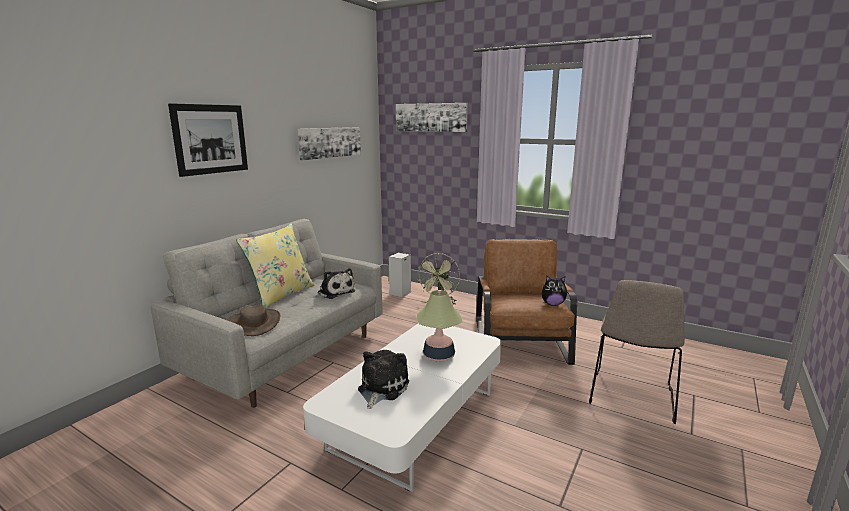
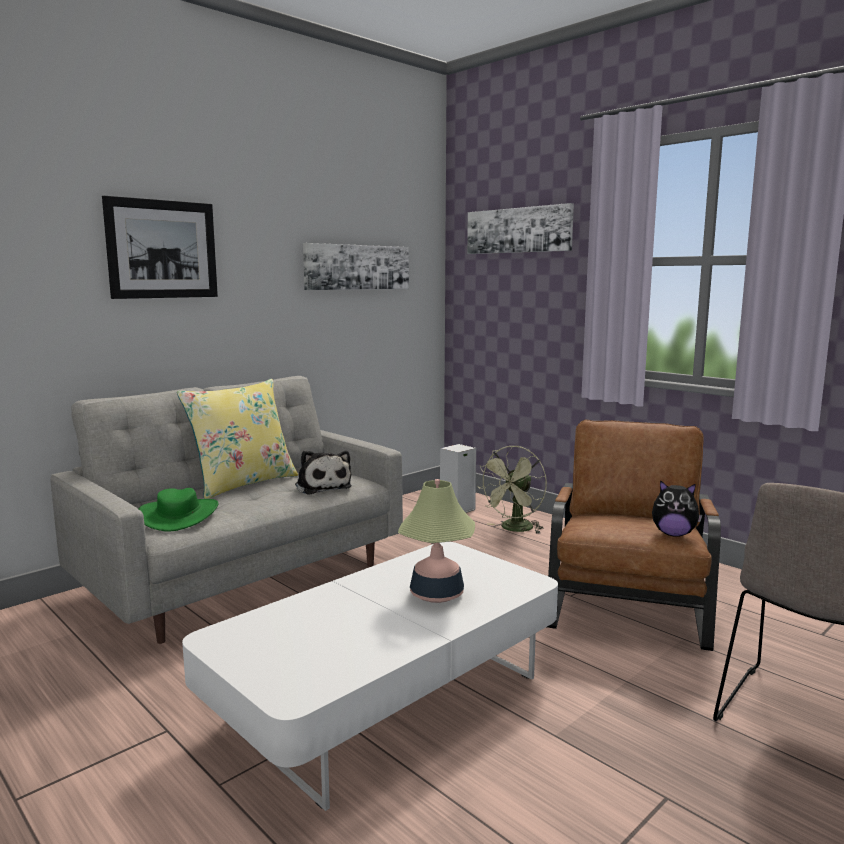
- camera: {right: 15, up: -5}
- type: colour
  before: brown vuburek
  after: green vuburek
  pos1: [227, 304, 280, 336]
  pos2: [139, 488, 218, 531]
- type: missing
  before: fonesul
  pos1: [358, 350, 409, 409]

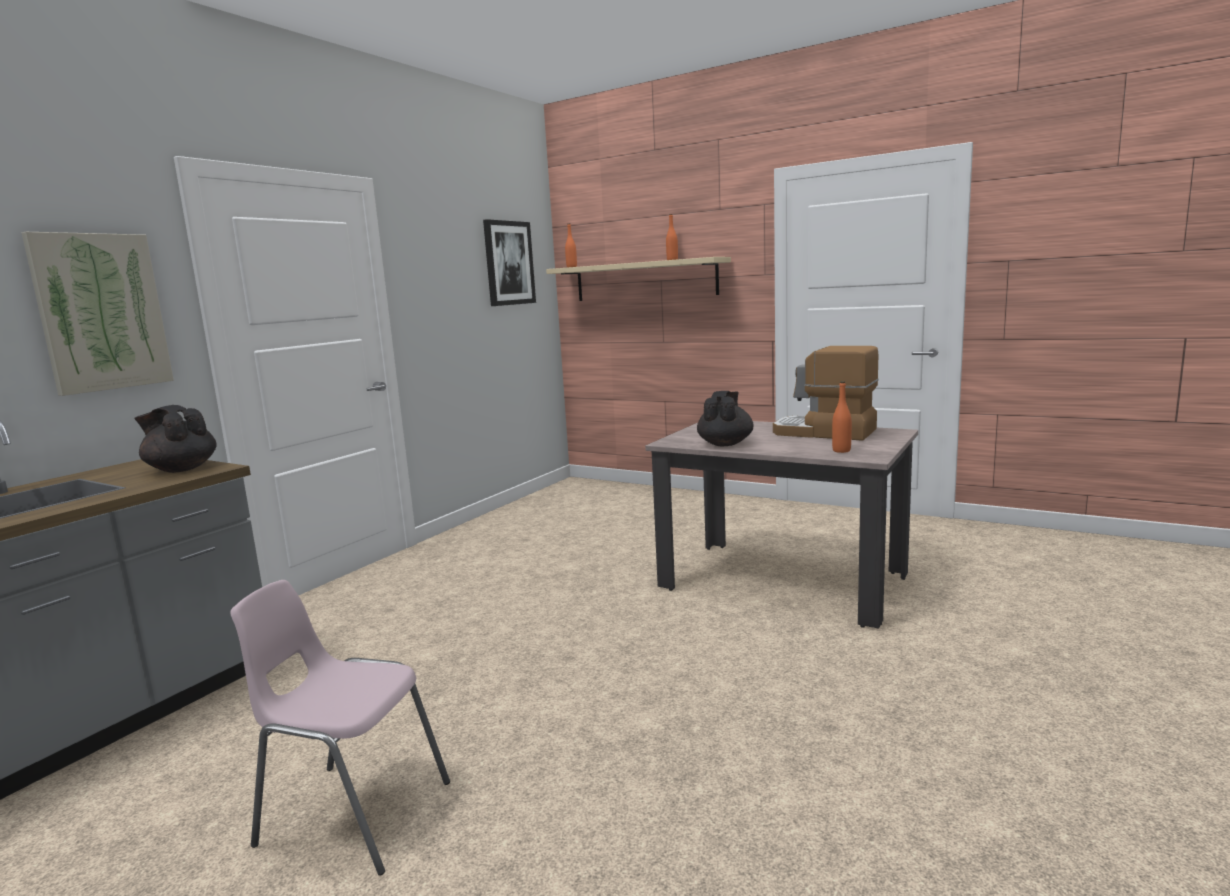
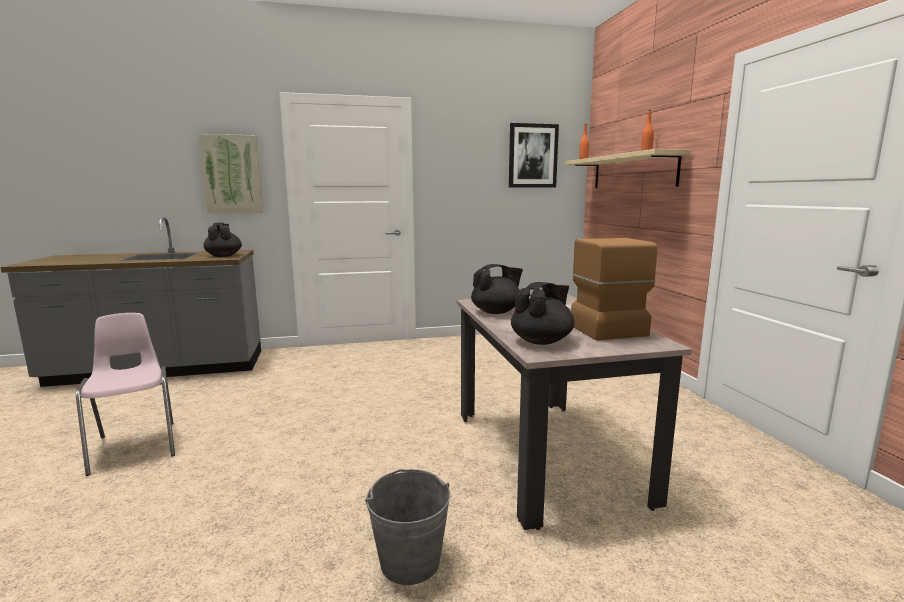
- camera: {right: 45, up: 0}
- type: exchanged
  before: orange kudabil
  after: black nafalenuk
  pos1: [832, 381, 852, 453]
  pos2: [511, 282, 575, 345]
- type: appeared
  after: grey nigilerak
  pos2: [365, 469, 450, 585]

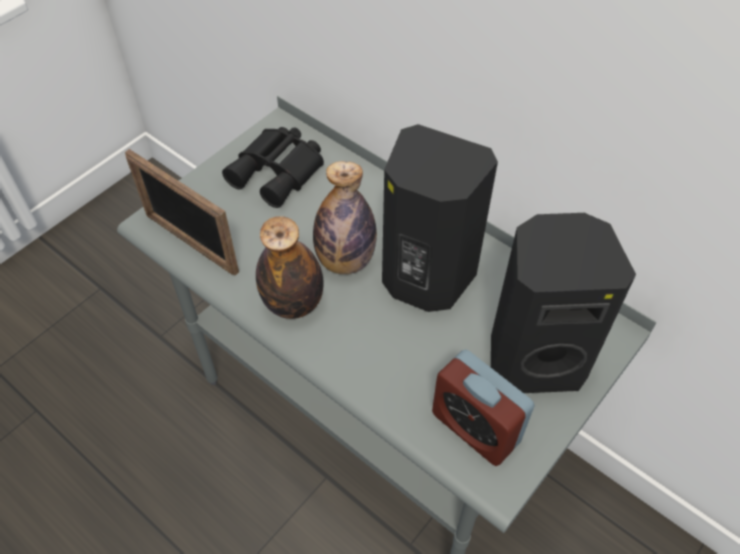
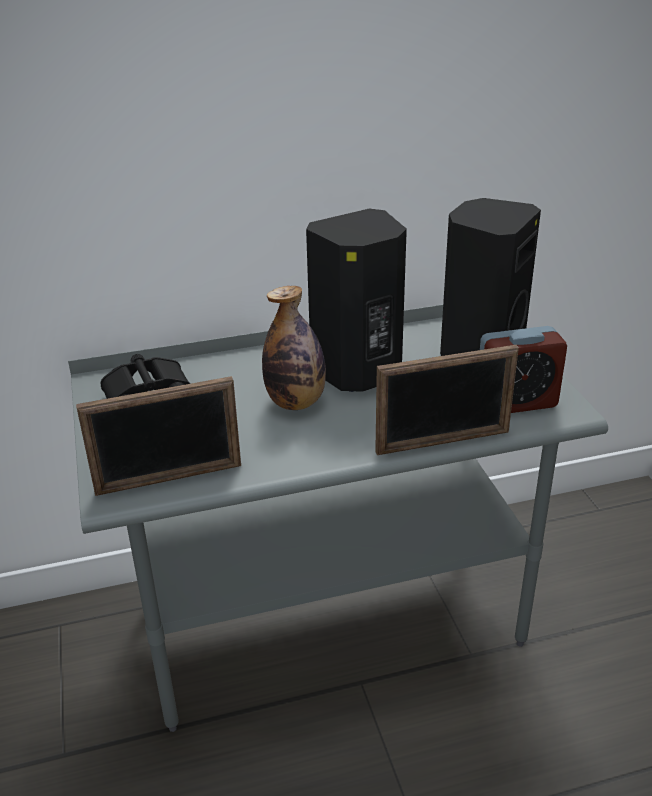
- camera: {right: -55, up: -20}
- type: missing
  before: kudabil
  pos1: [256, 216, 324, 319]
- type: appeared
  after: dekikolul
  pos2: [375, 345, 519, 455]

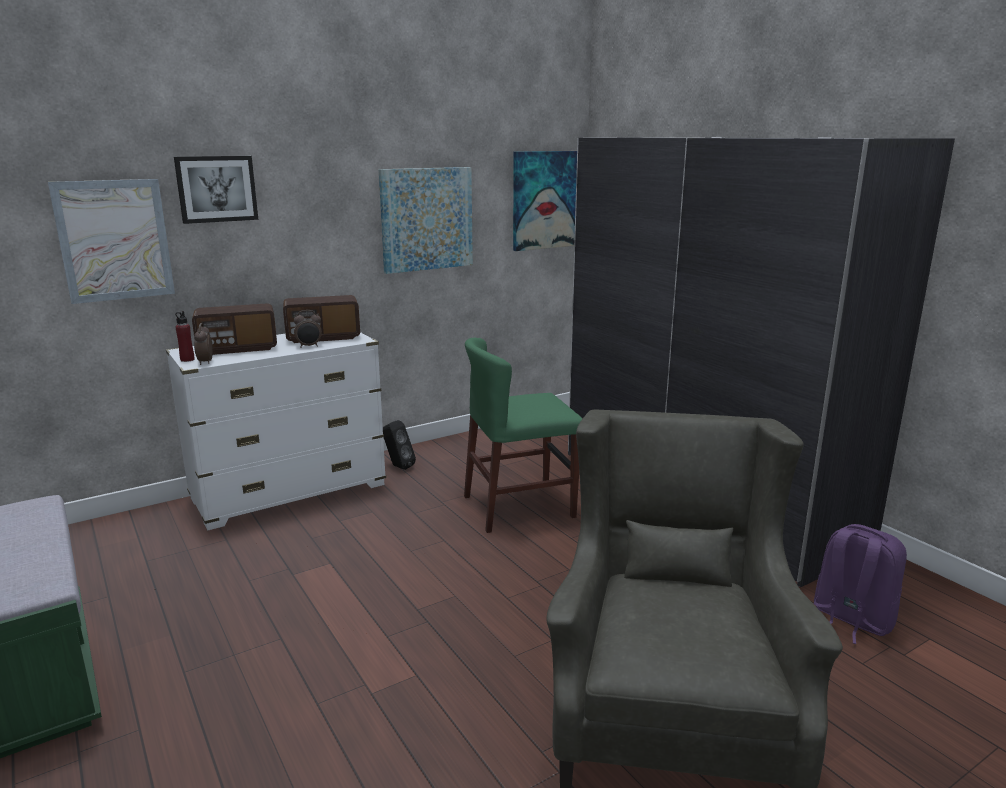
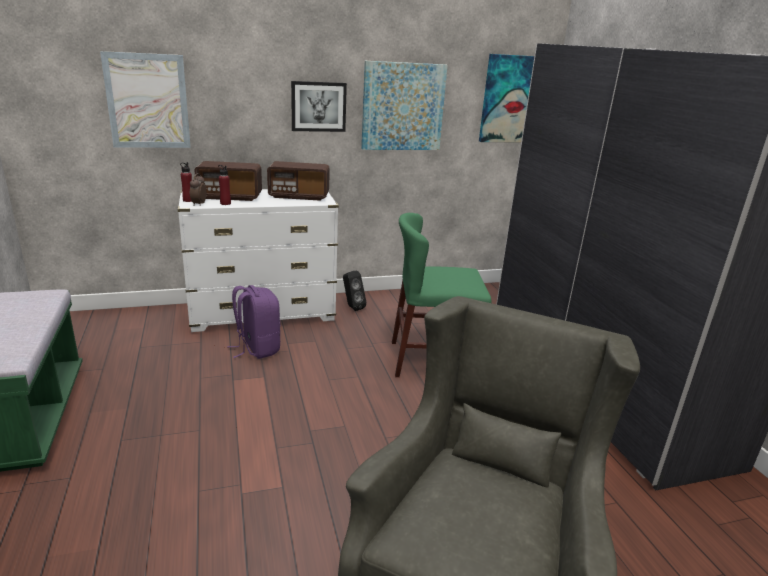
- camera: {right: 15, up: 5}
- type: relocated
  before: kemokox
  pos1: [174, 156, 258, 224]
  pos2: [291, 81, 347, 132]
- type: missing
  before: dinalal
  pos1: [294, 310, 322, 348]
- type: relocated
  before: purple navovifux
  pos1: [813, 524, 907, 644]
  pos2: [227, 285, 281, 359]
- type: appeared
  after: red kudabil
  pos2: [218, 165, 231, 205]

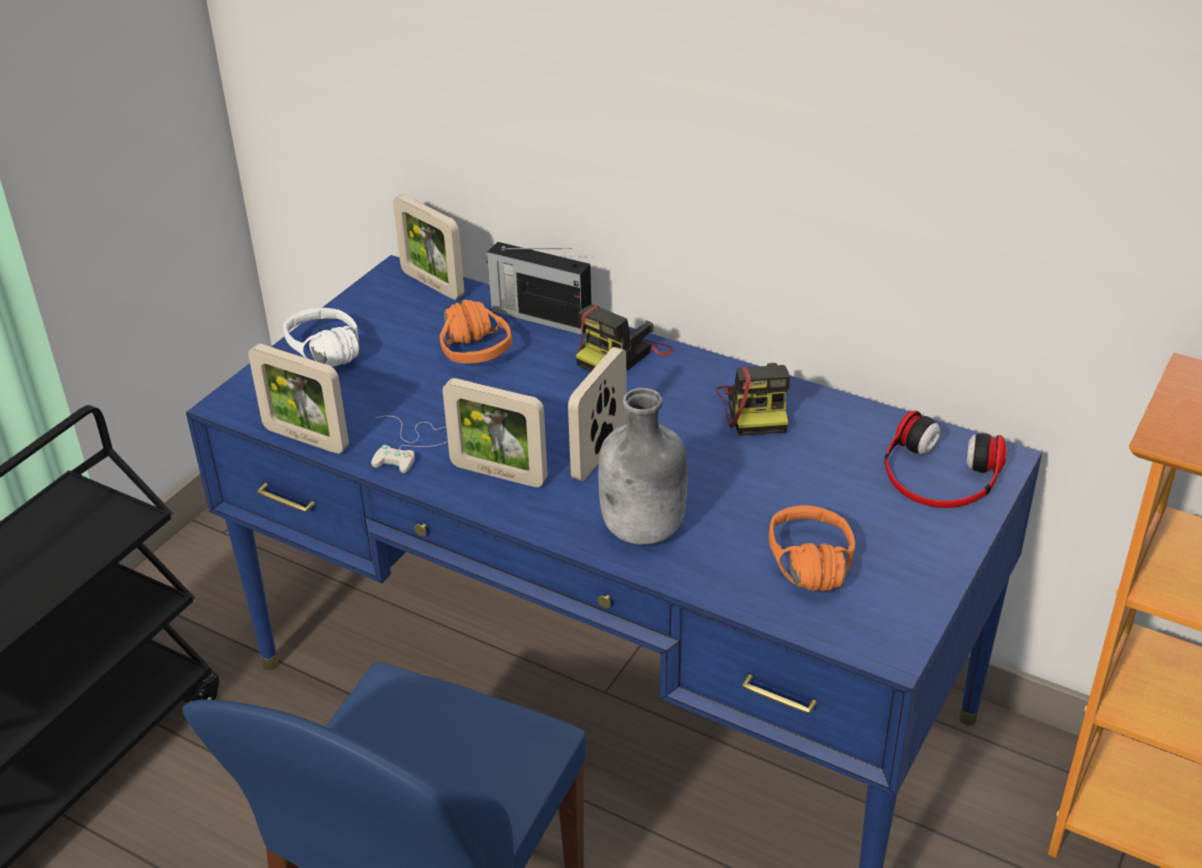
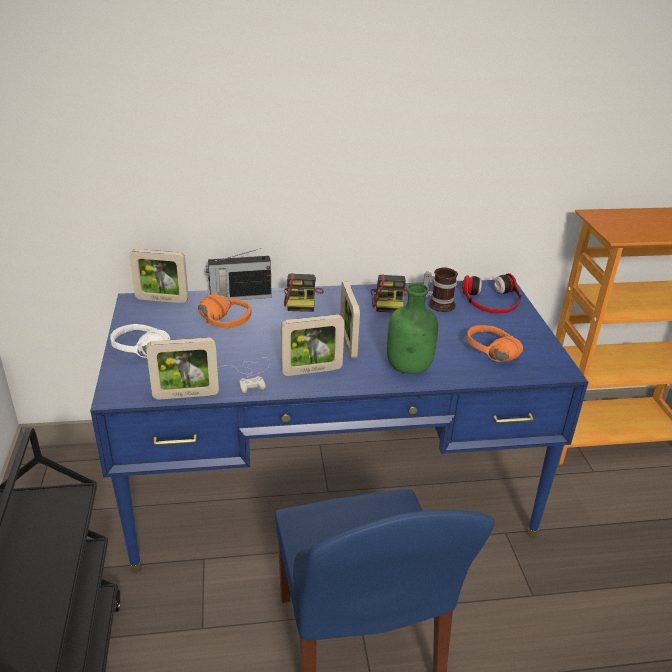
- camera: {right: -40, up: -5}
- type: spun
  before: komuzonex
  pos1: [716, 363, 790, 436]
  pos2: [371, 274, 408, 313]
  turn: 45
- type: colour
  before: grey kudabil
  after: green kudabil
  pos1: [598, 388, 688, 545]
  pos2: [387, 283, 438, 374]
- type: appeared
  after: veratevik
  pos2: [423, 267, 458, 312]

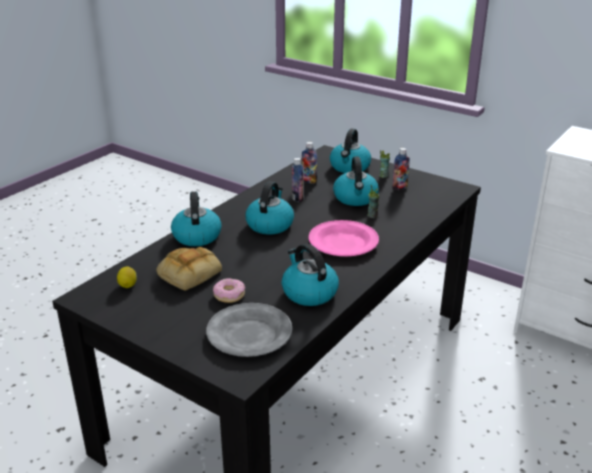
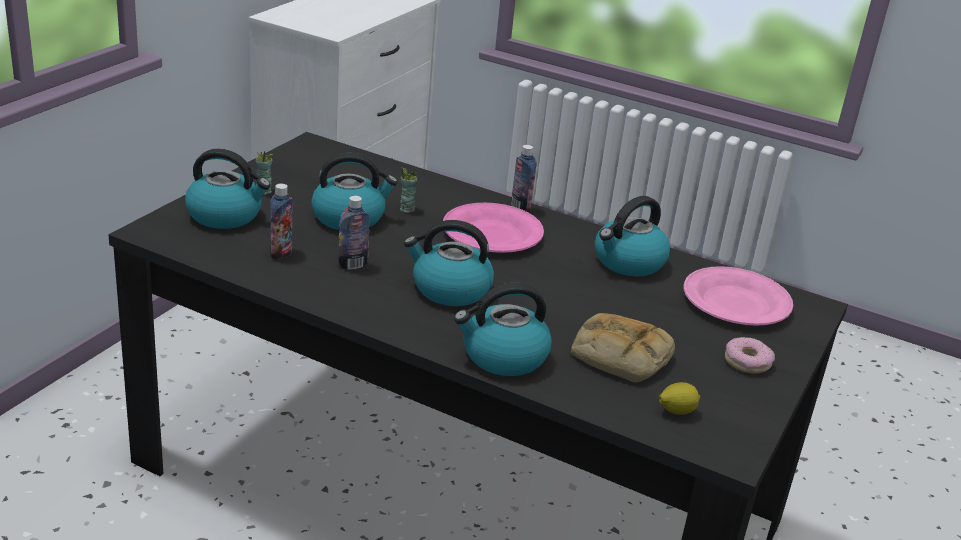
- camera: {right: -100, up: 0}
- type: relocated
  before: kudabil
  pos1: [392, 148, 410, 190]
  pos2: [511, 145, 536, 212]
- type: relocated
  before: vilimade
  pos1: [213, 278, 245, 303]
  pos2: [725, 337, 775, 373]
- type: colour
  before: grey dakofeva
  after: pink dakofeva
  pos1: [206, 303, 293, 357]
  pos2: [684, 266, 793, 326]

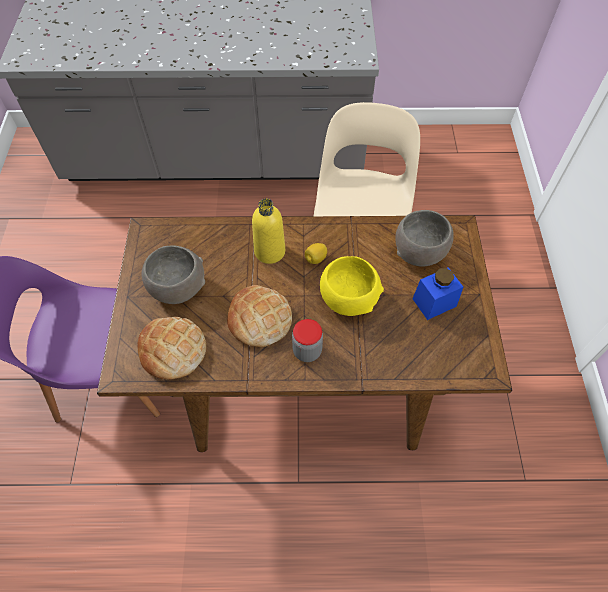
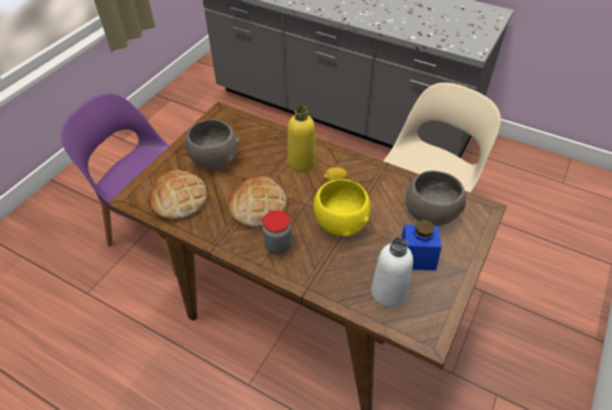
- camera: {right: 30, up: -10}
- type: appeared
  after: white kudabil
  pos2: [371, 237, 413, 308]

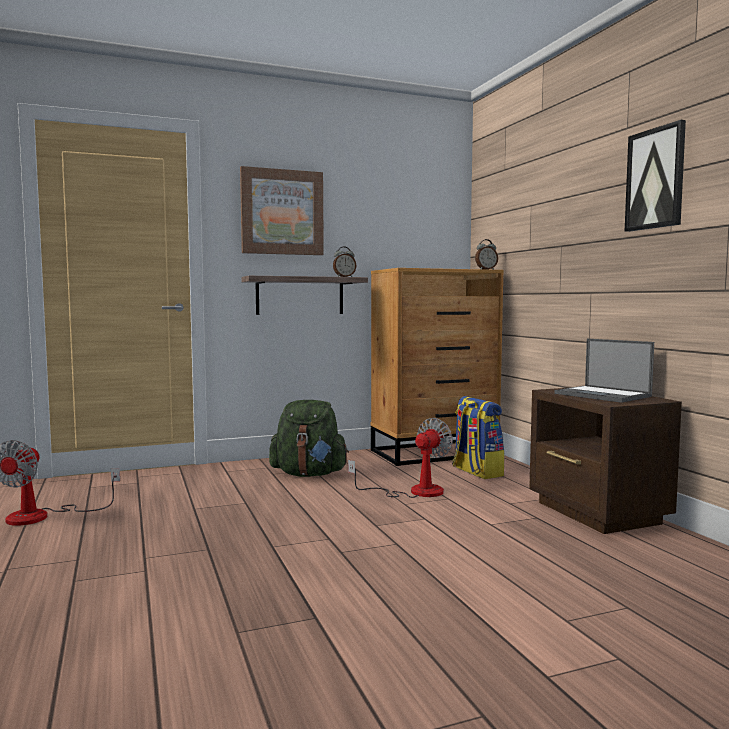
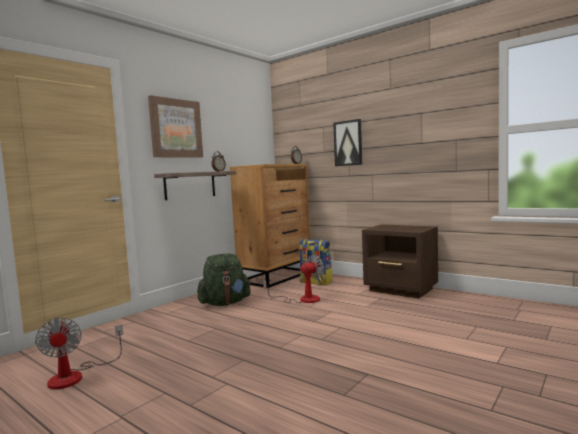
- camera: {right: -30, up: 0}
- type: relocated
  before: kemokox
  pos1: [625, 120, 686, 232]
  pos2: [333, 119, 362, 166]
- type: missing
  before: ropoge
  pos1: [555, 339, 654, 403]
- type: spun
  before: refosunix
  pos1: [348, 418, 453, 498]
  pos2: [263, 255, 324, 303]
  turn: 45

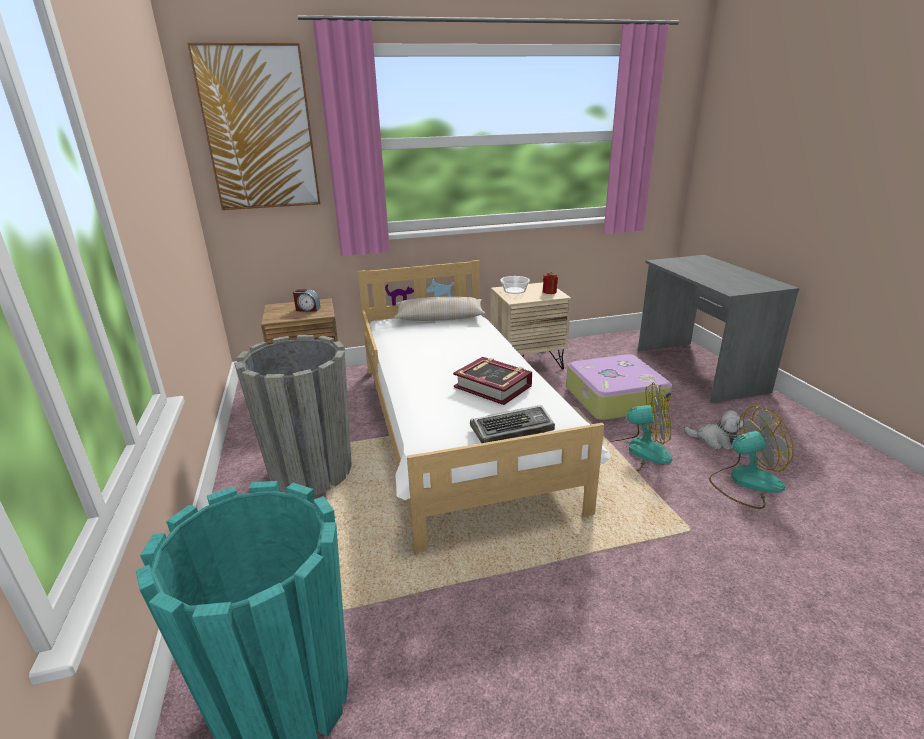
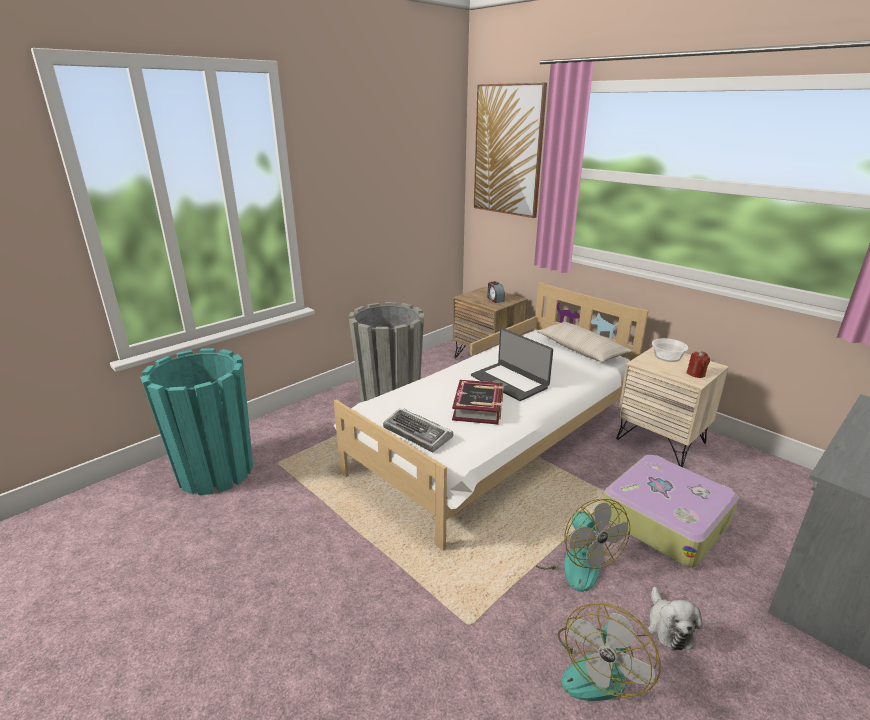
- camera: {right: 60, up: 0}
- type: spun
  before: refosunix
  pos1: [709, 406, 794, 509]
  pos2: [558, 603, 660, 701]
  turn: 75
- type: appeared
  after: ropoge
  pos2: [471, 328, 553, 401]

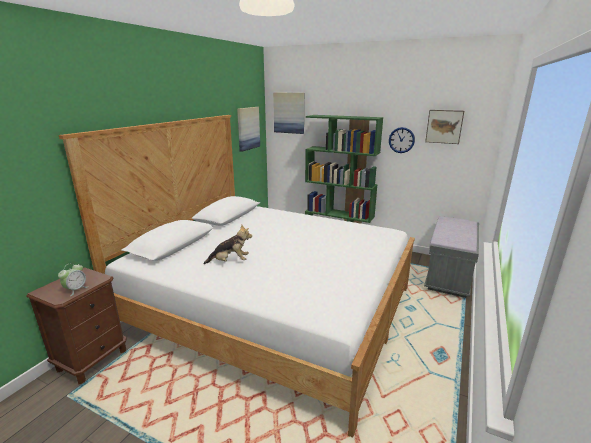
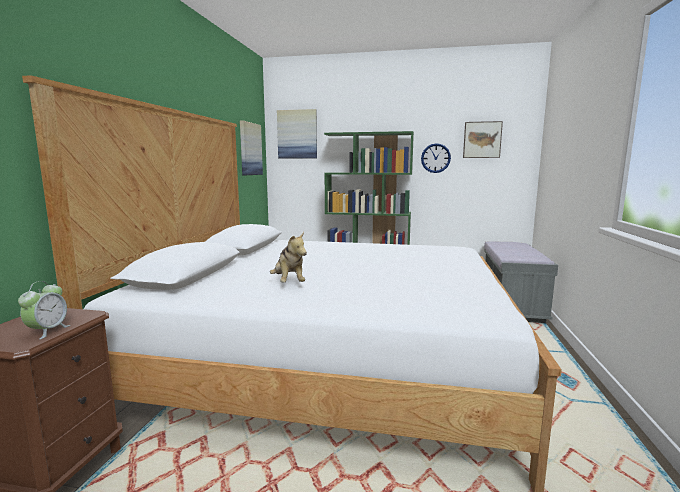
- camera: {right: -15, up: -10}
- type: spun
  before: fonesul
  pos1: [204, 224, 252, 264]
  pos2: [270, 232, 307, 282]
  turn: 90

